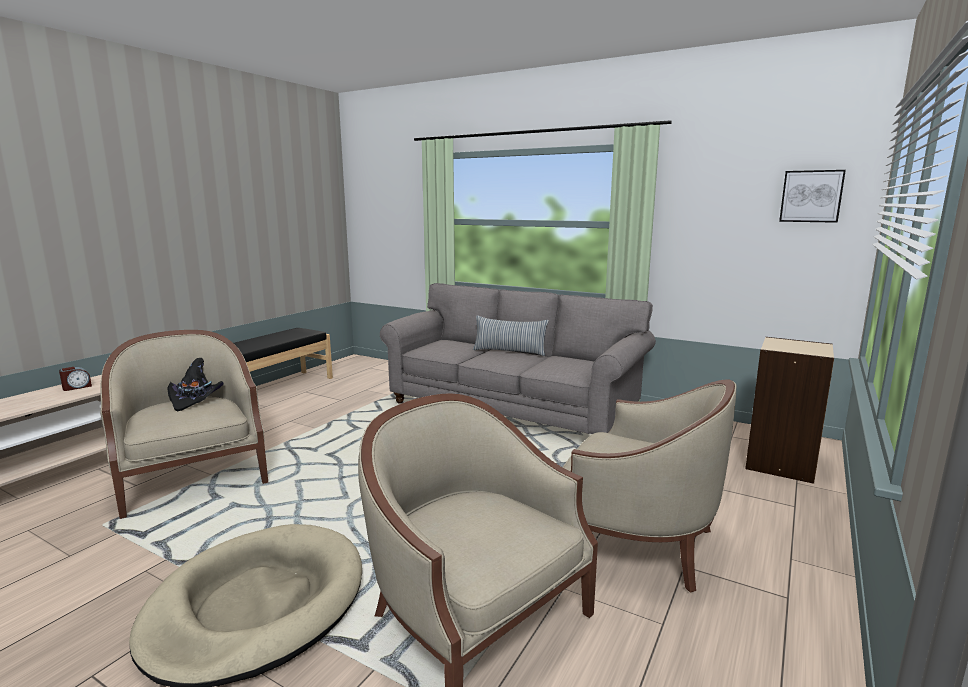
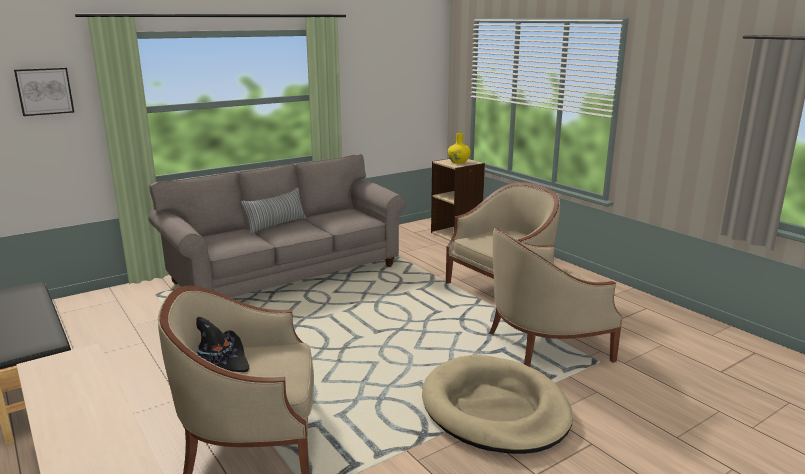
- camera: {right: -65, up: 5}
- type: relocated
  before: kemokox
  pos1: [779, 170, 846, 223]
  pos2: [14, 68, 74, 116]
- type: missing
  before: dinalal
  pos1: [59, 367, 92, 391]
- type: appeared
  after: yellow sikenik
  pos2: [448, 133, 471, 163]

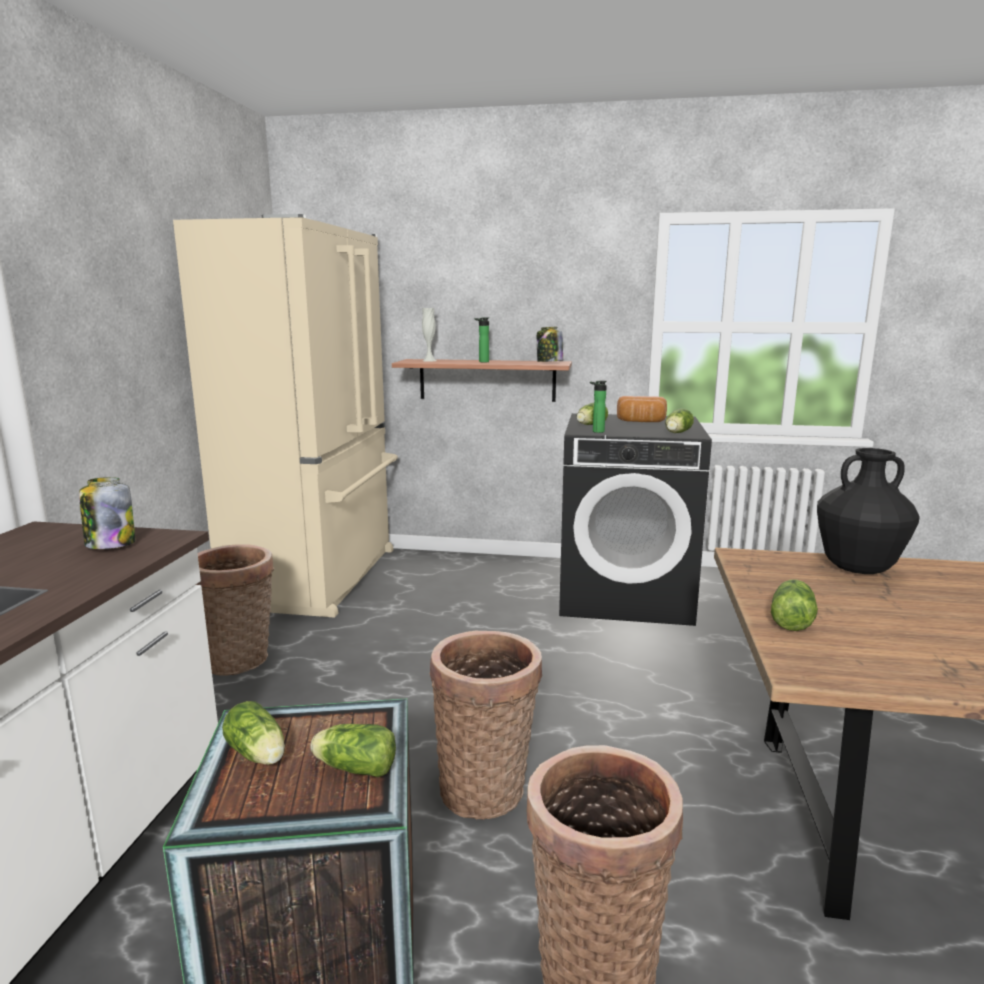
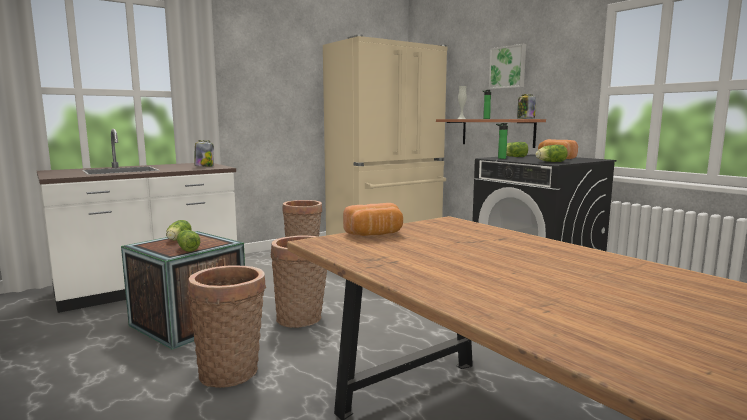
- camera: {right: 45, up: -5}
- type: missing
  before: black sikenik
  pos1: [817, 448, 920, 574]
- type: exchanged
  before: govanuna
  after: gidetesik
  pos1: [771, 579, 818, 631]
  pos2: [343, 203, 403, 236]
- type: appeared
  after: kemokox
  pos2: [489, 44, 526, 89]

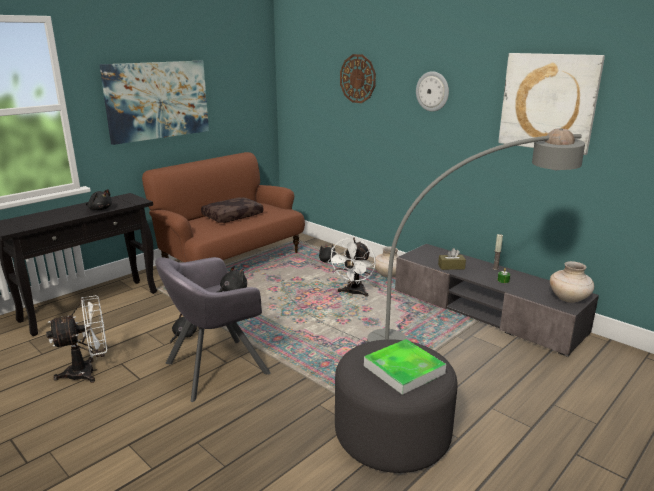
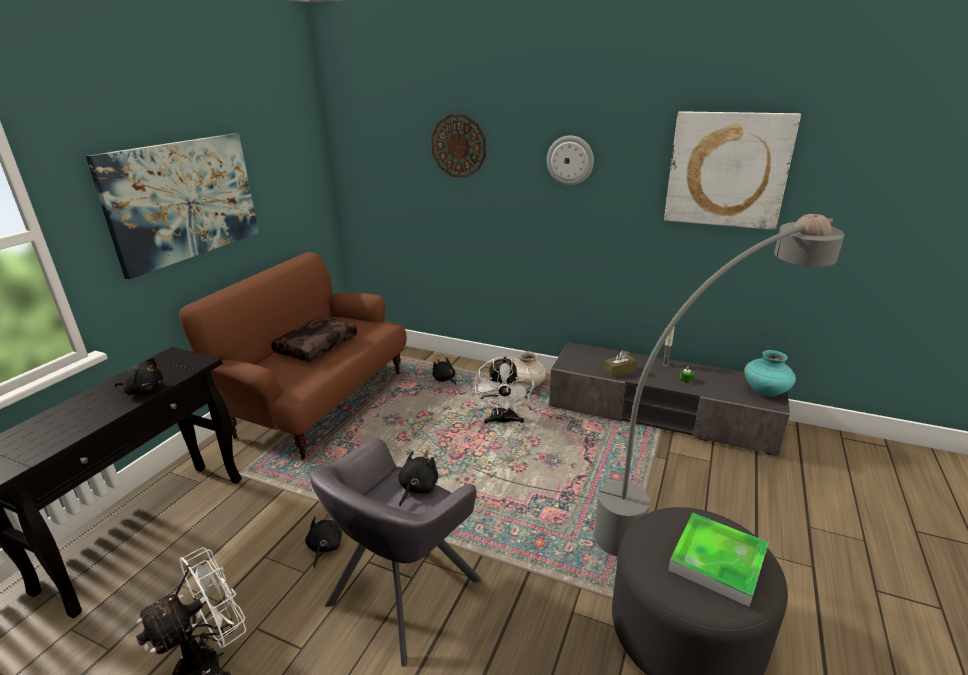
- camera: {right: -20, up: 5}
- type: colour
  before: beige sikenik
  after: turquoise sikenik
  pos1: [550, 261, 594, 303]
  pos2: [744, 350, 796, 397]

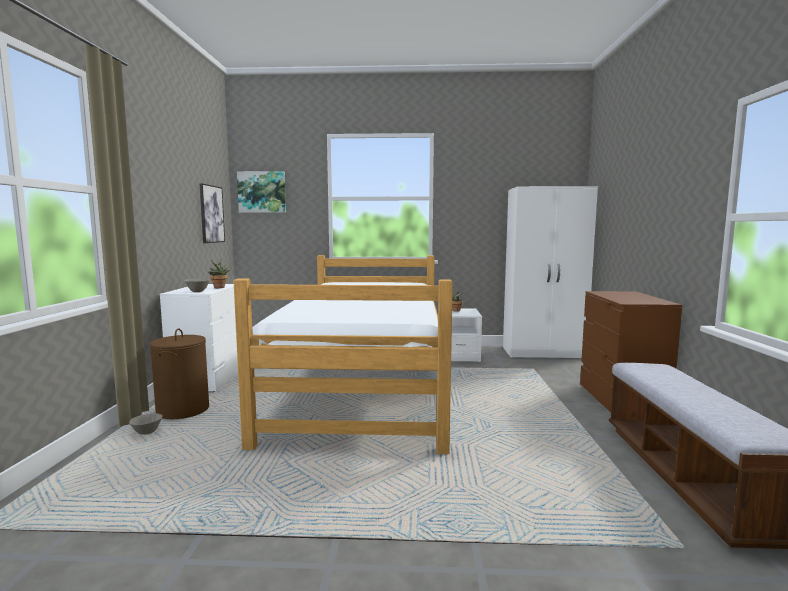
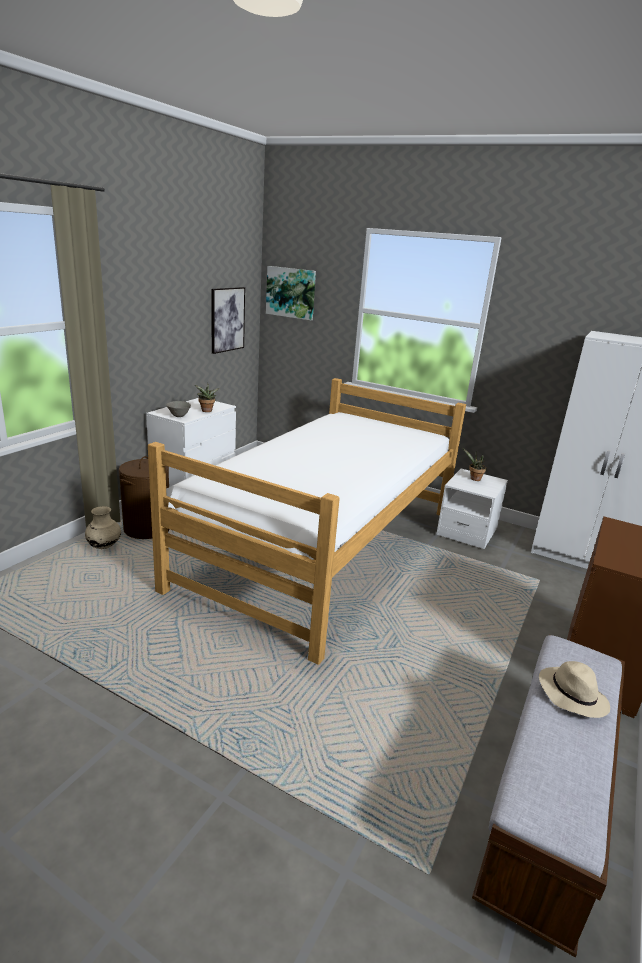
- camera: {right: 25, up: 15}
- type: exchanged
  before: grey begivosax
  after: beige sikenik
  pos1: [129, 413, 163, 435]
  pos2: [85, 506, 121, 549]
- type: appeared
  after: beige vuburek
  pos2: [539, 661, 610, 718]

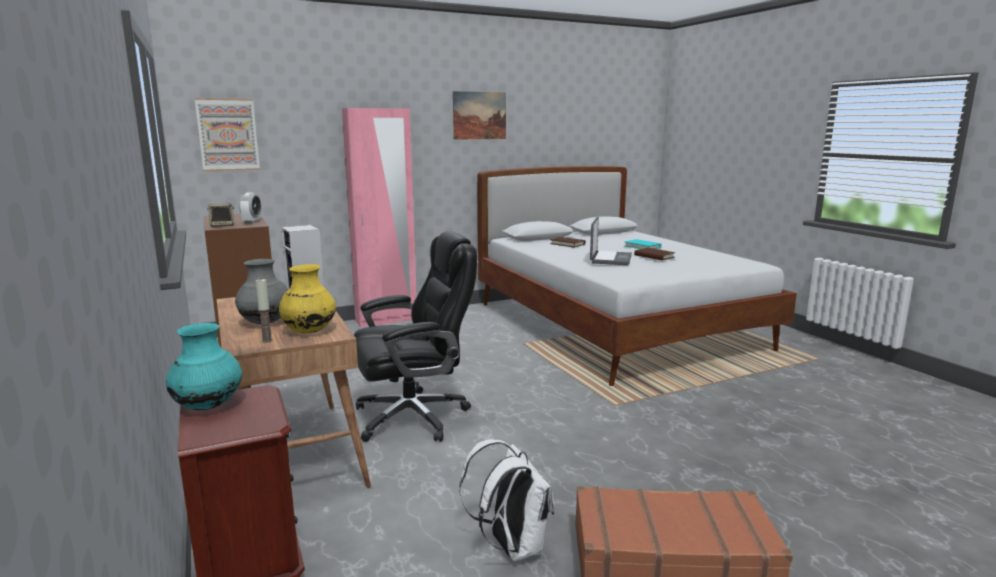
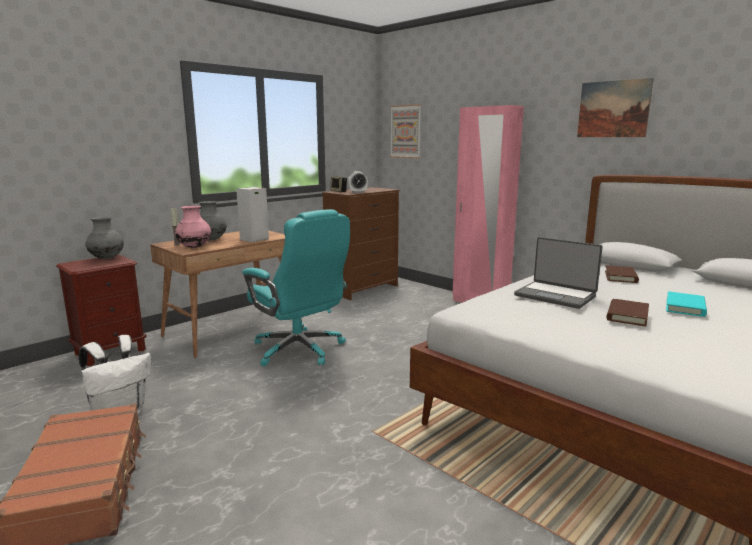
- camera: {right: 70, up: 0}
- type: spun
  before: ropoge
  pos1: [590, 217, 632, 265]
  pos2: [514, 237, 603, 309]
  turn: 45
- type: colour
  before: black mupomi
  after: turquoise mupomi
  pos1: [354, 231, 477, 442]
  pos2: [242, 209, 350, 366]
- type: colour
  before: yellow sikenik
  after: pink sikenik
  pos1: [279, 264, 336, 334]
  pos2: [175, 206, 211, 248]
- type: colour
  before: turquoise sikenik
  after: grey sikenik
  pos1: [166, 323, 242, 410]
  pos2: [85, 217, 124, 259]

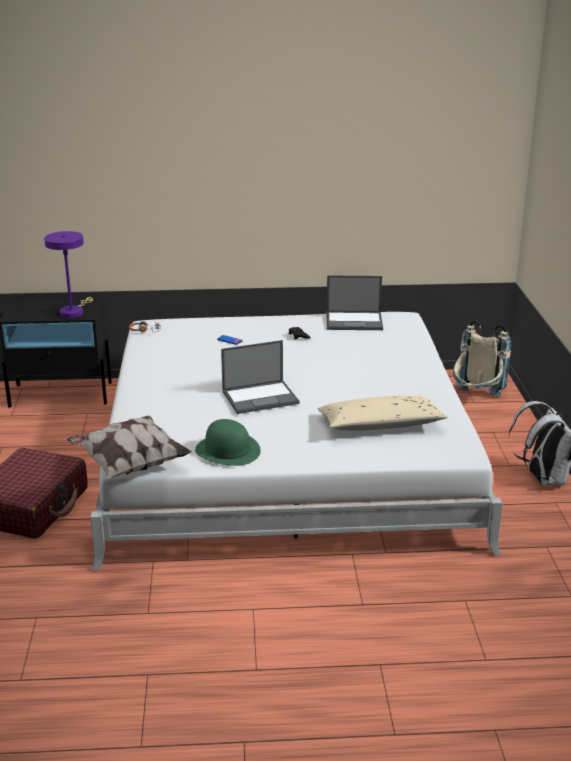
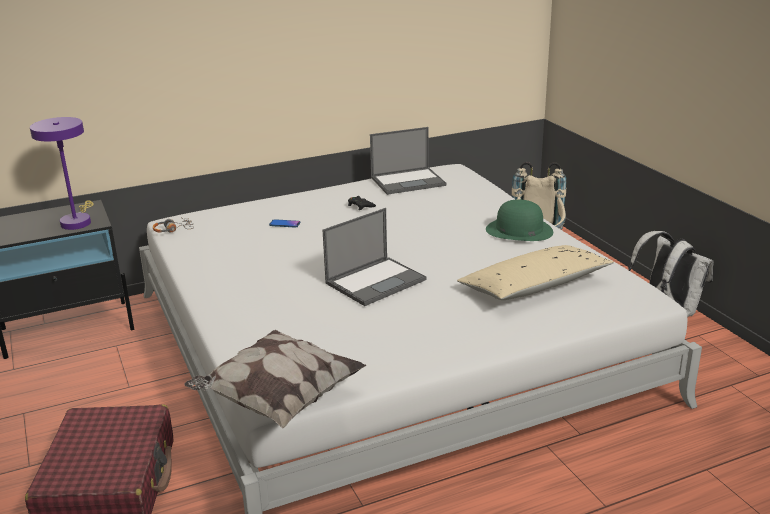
- camera: {right: -20, up: 0}
- type: relocated
  before: green vuburek
  pos1: [195, 419, 261, 466]
  pos2: [486, 199, 553, 241]

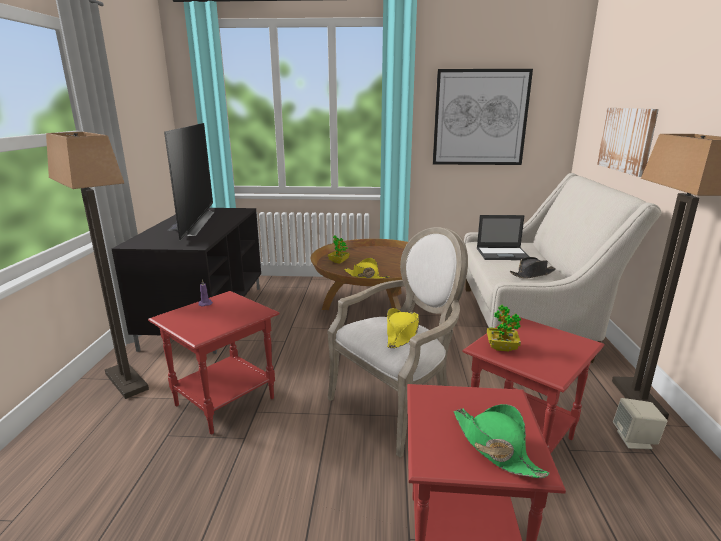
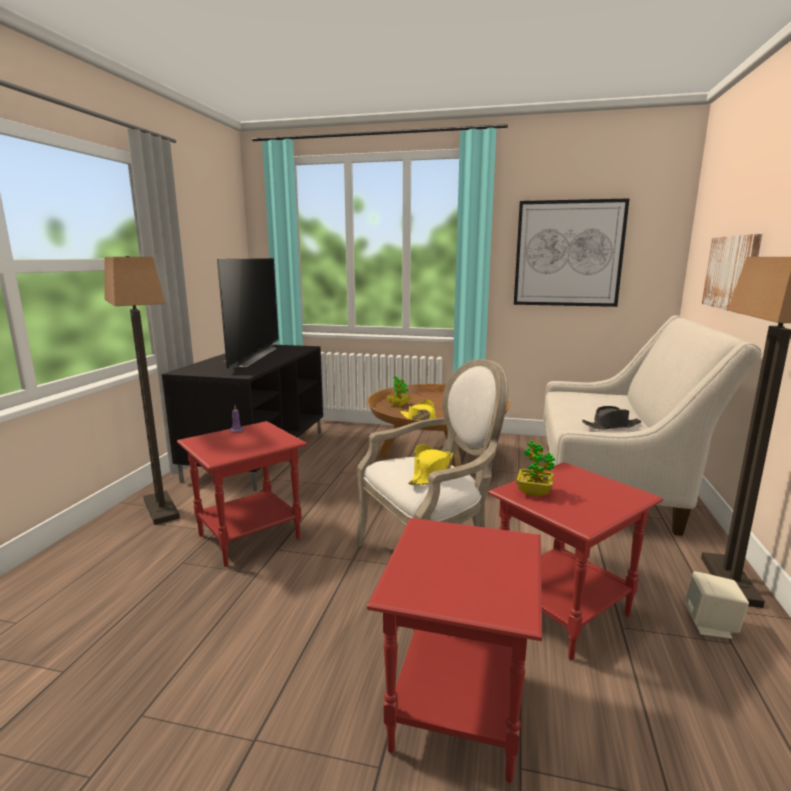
- camera: {right: 10, up: -5}
- type: missing
  before: ropoge
  pos1: [477, 215, 530, 260]
- type: missing
  before: green vuburek
  pos1: [454, 404, 549, 478]

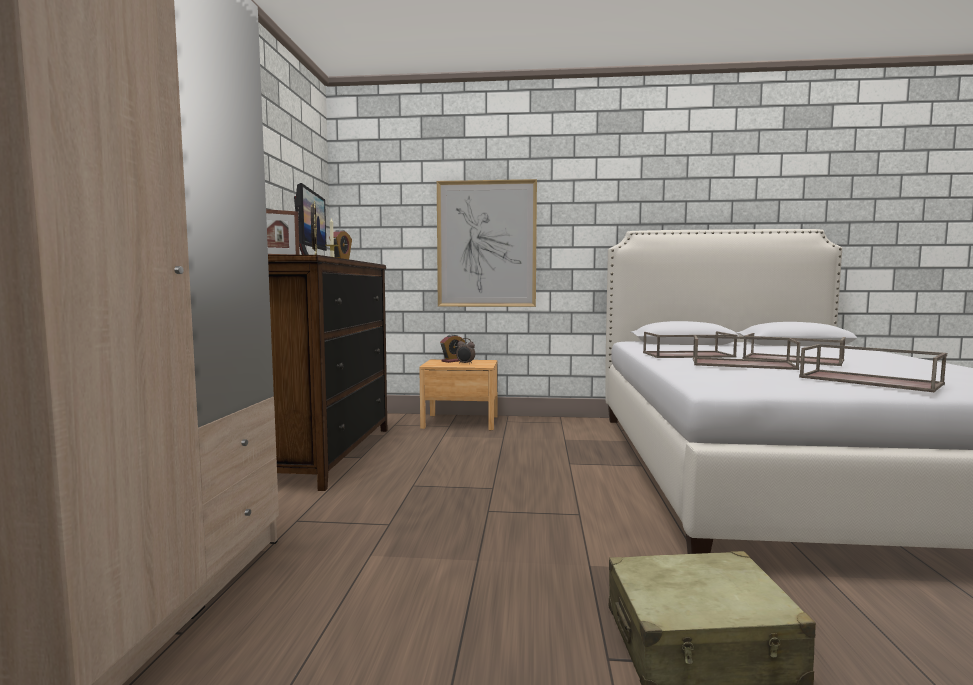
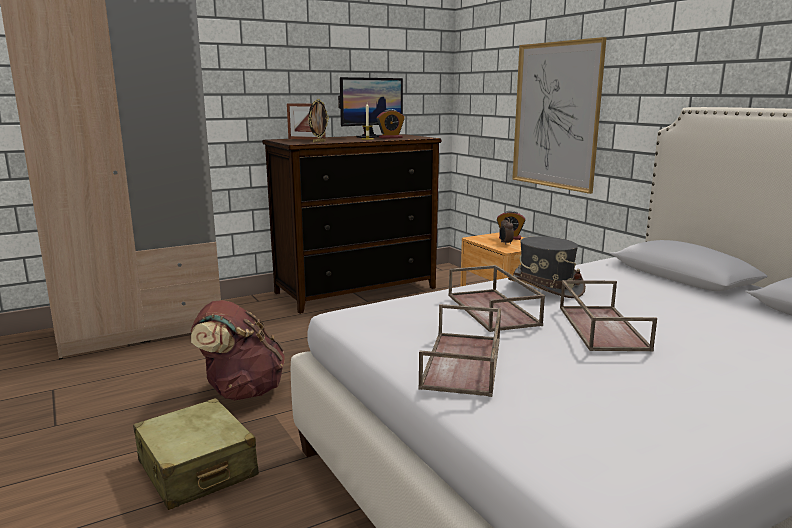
- camera: {right: 55, up: 10}
- type: exchanged
  before: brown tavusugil
  after: grey vuburek
  pos1: [643, 331, 737, 358]
  pos2: [508, 236, 586, 298]
- type: appeared
  after: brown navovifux
  pos2: [191, 300, 285, 401]

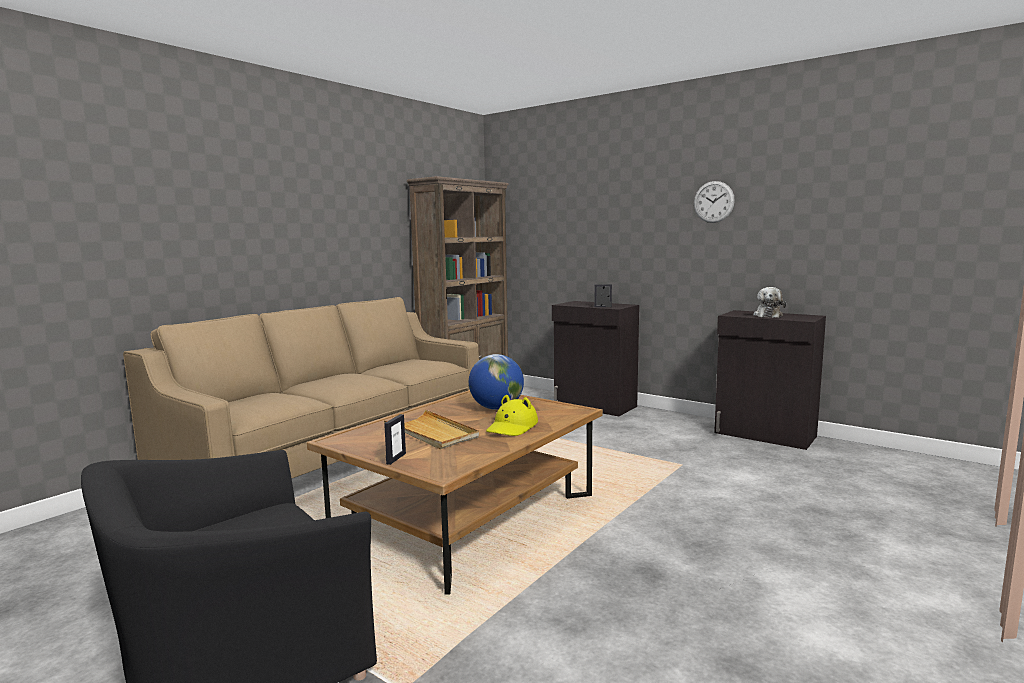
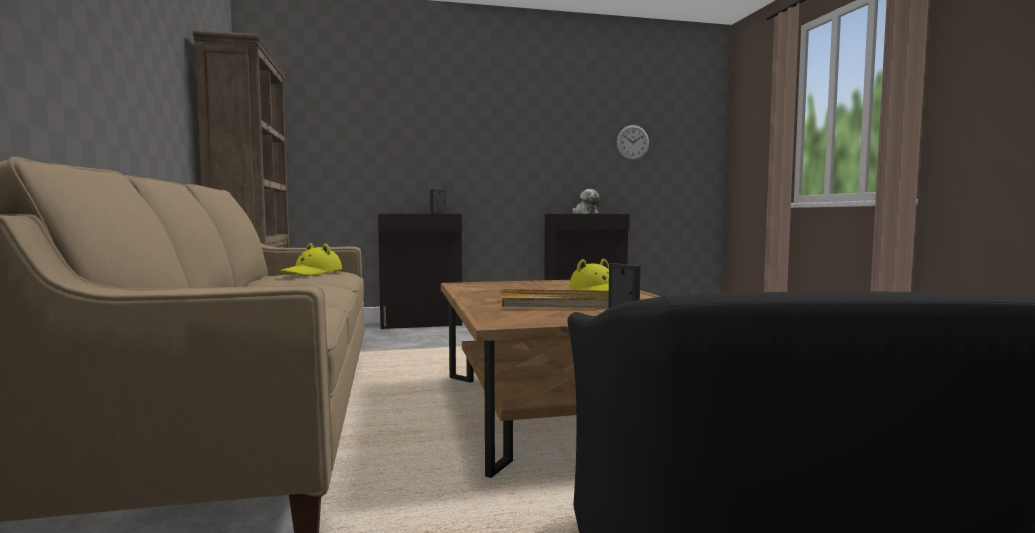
- camera: {right: -50, up: -5}
- type: relocated
  before: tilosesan
  pos1: [694, 181, 735, 223]
  pos2: [617, 125, 649, 160]
- type: missing
  before: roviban
  pos1: [469, 354, 524, 410]
- type: appeared
  after: yellow vuburek
  pos2: [279, 243, 342, 276]

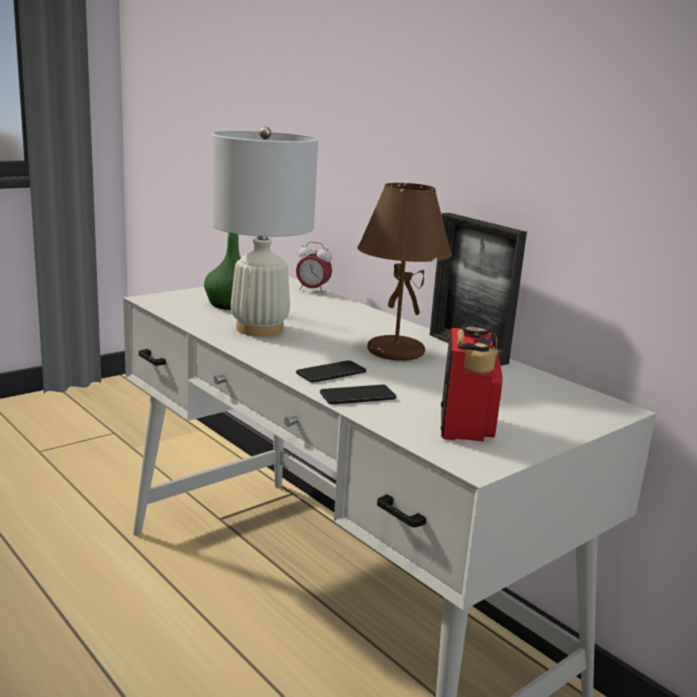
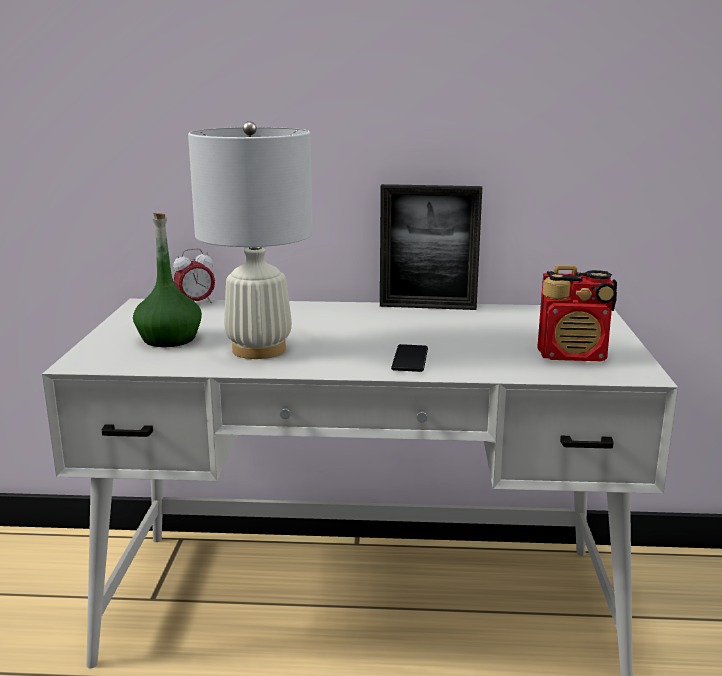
- camera: {right: -45, up: 0}
- type: missing
  before: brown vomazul
  pos1: [357, 183, 452, 361]
- type: spun
  before: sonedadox
  pos1: [441, 324, 503, 441]
  pos2: [537, 265, 617, 361]
  turn: 135
- type: missing
  before: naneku
  pos1: [320, 385, 397, 404]

